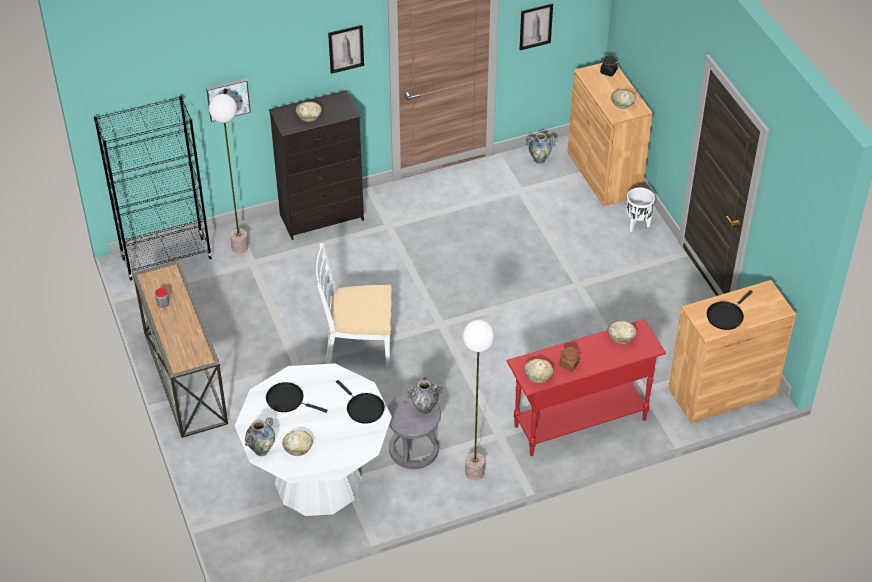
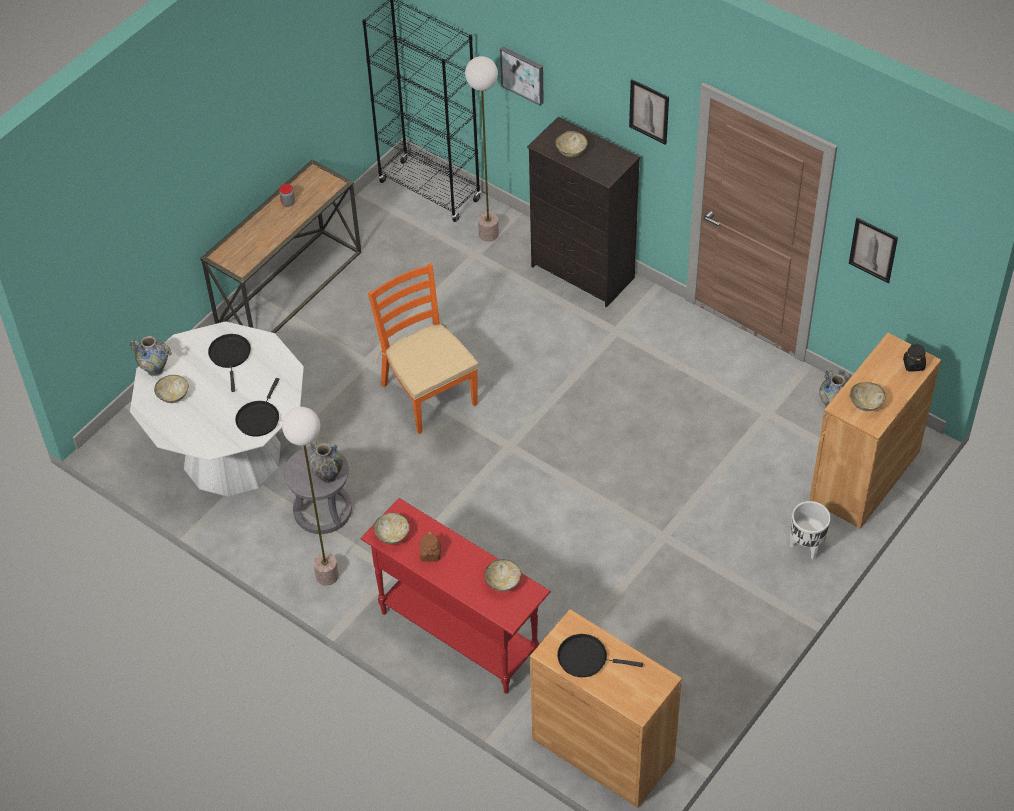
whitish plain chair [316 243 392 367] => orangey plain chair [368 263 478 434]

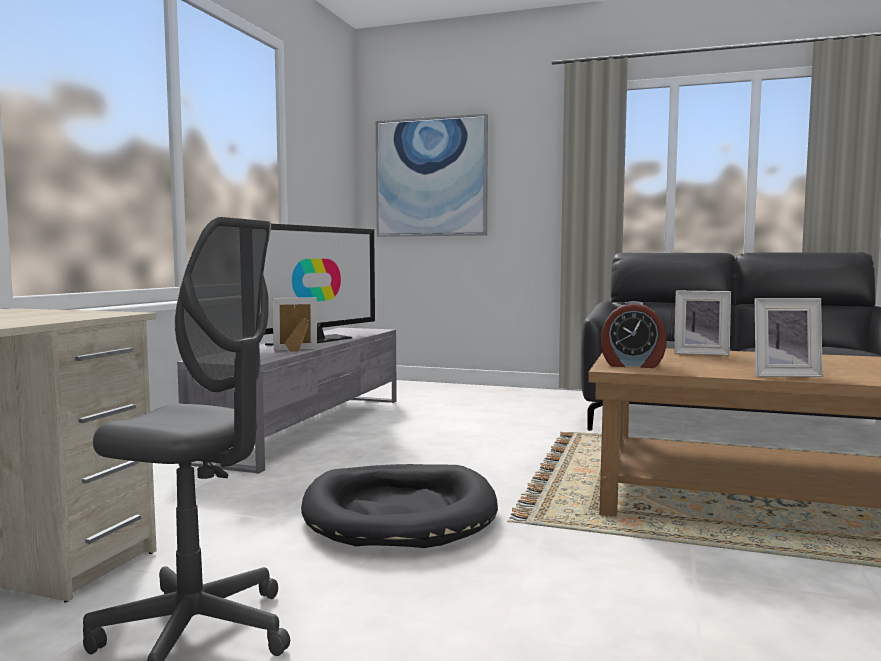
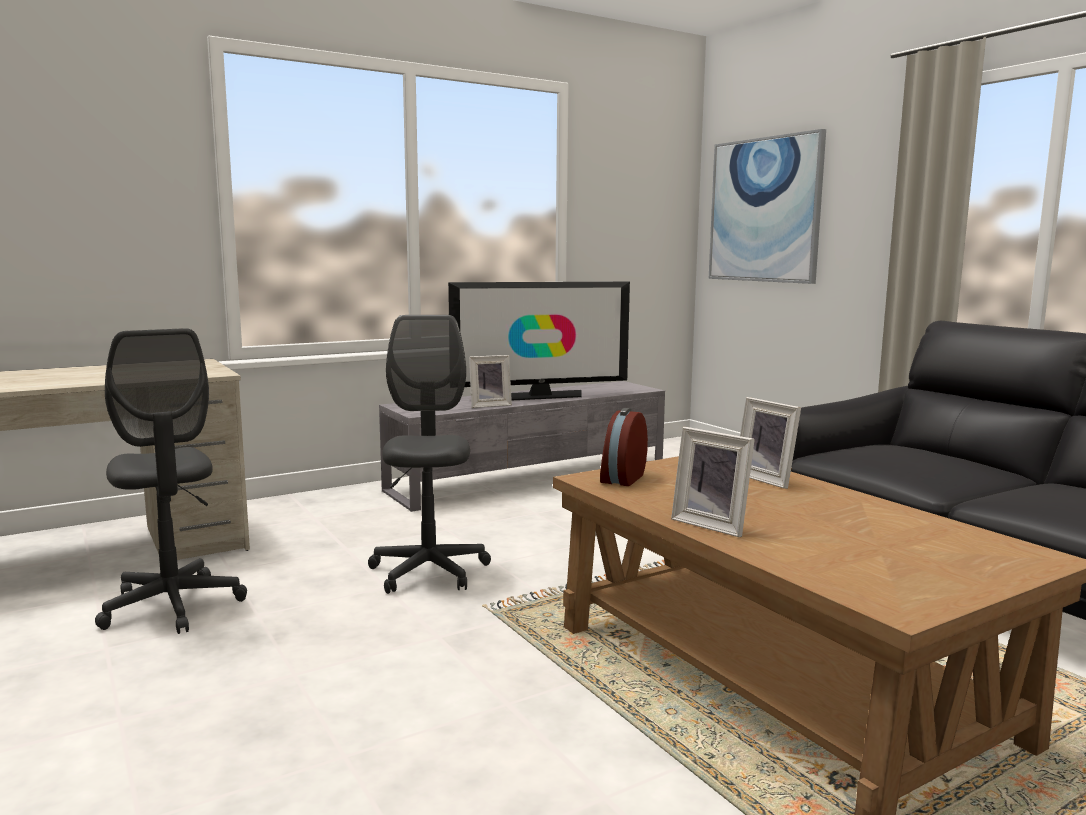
picture frame [273 297 317 352] => picture frame [469 355 512 408], 135 degrees clockwise
black pet bed [301 464 498 548] => grey desk chair [368 315 491 594]
table clock [601 301 666 368] => table clock [600 408 648 486], 60 degrees clockwise

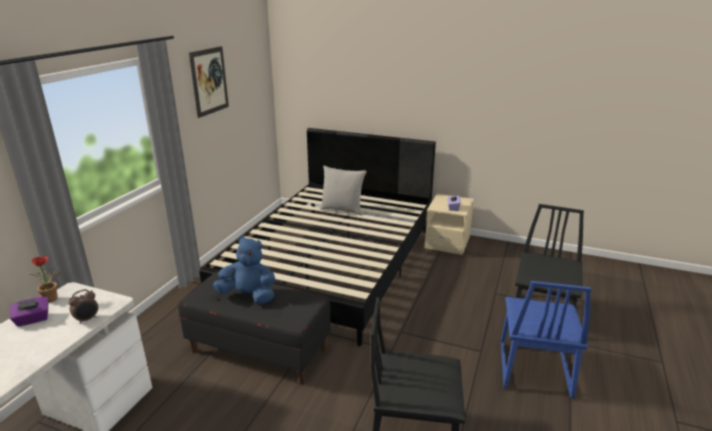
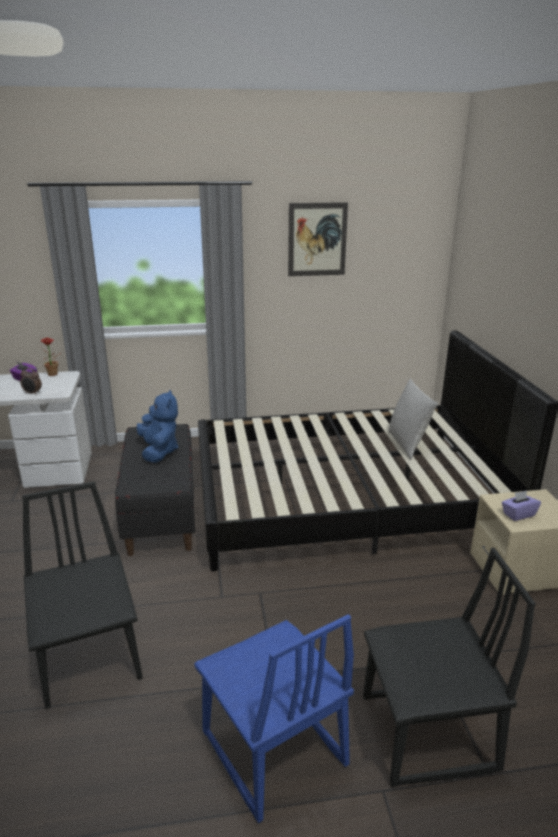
blue-coloured plain chair [500 281 591 399] => blue-coloured plain chair [194 614 354 823], 105 degrees counterclockwise

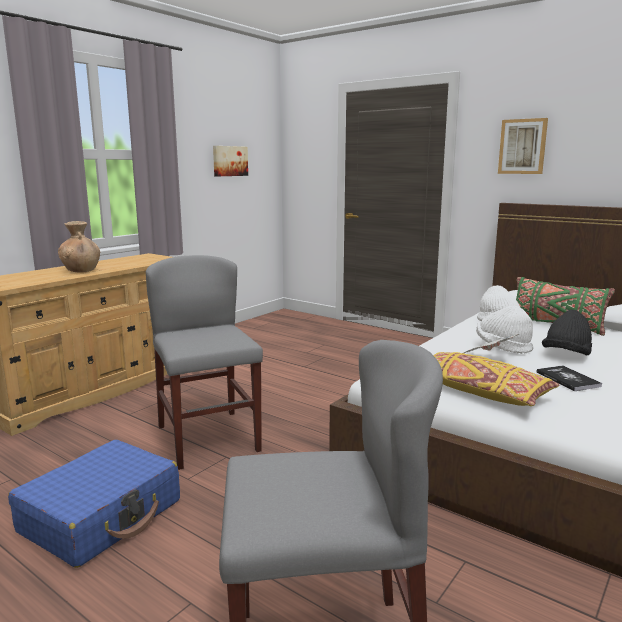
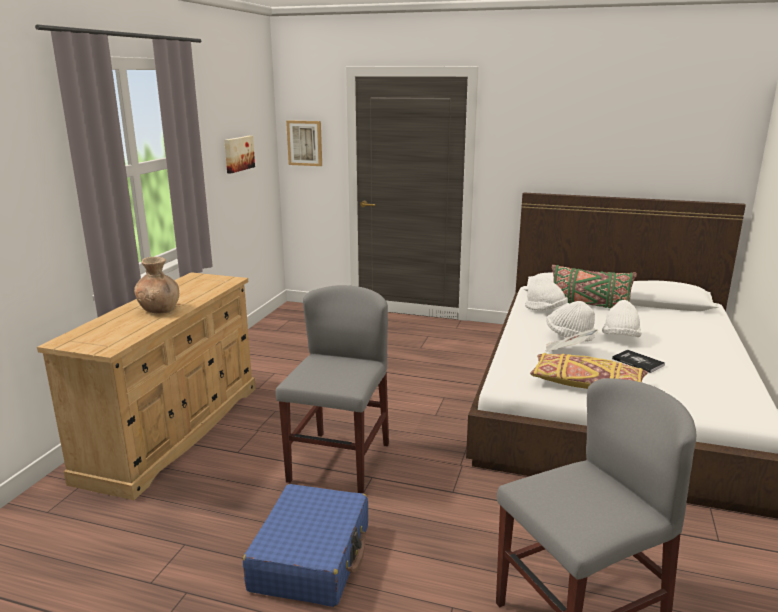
grey plain chair [146 255 263 470] => grey plain chair [275 285 389 493], 60 degrees clockwise
wall art [498 118 548 174] => wall art [286 120 322 166], relocated
black hat [542 310 592 355] => whitish hat [602 300 642 337]

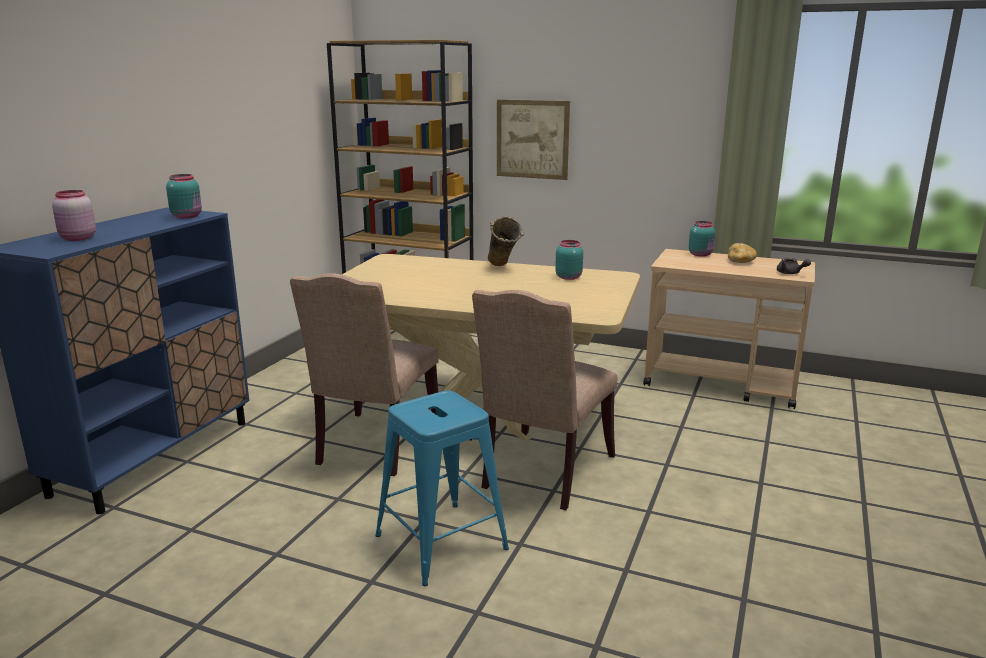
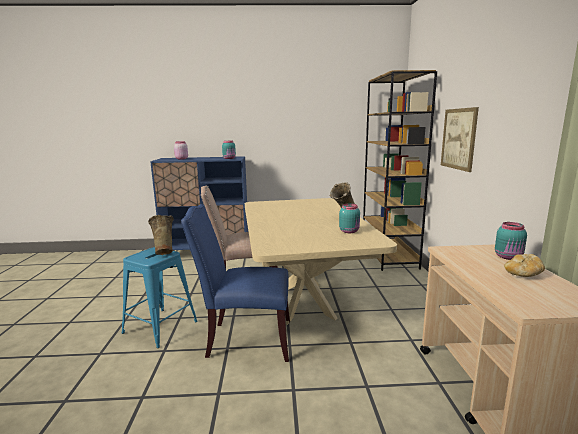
sand-coloured plain chair [472 290 617 510] => blue-coloured plain chair [181 204 290 362]
grey pot for tea [777 258 811 274] => nothing
nothing => sand-coloured flower vase [148 215 174 255]

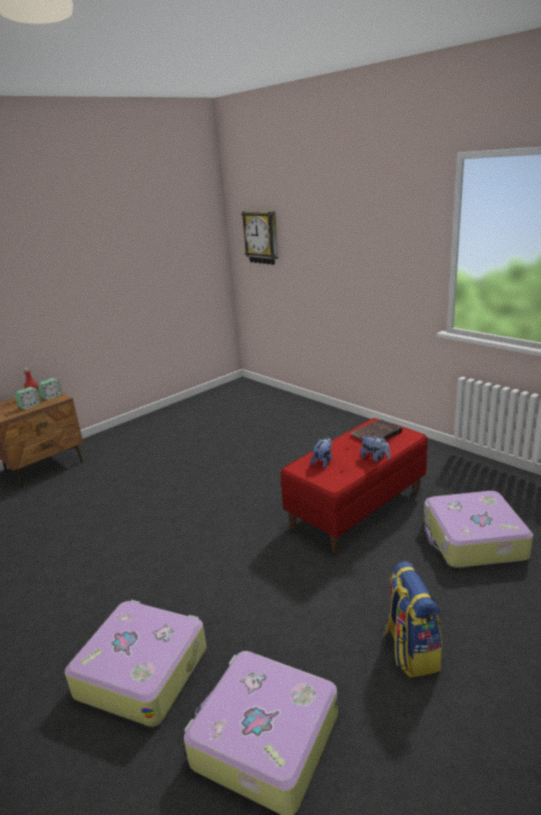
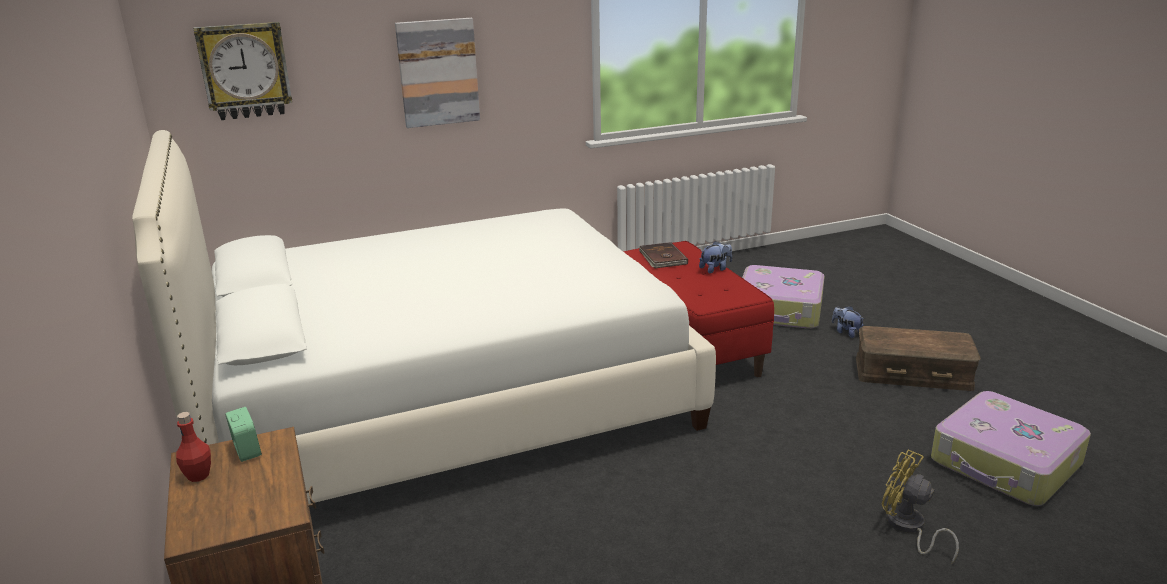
table clock [15 387 41 409] => nothing
piece of luggage [65 600 207 727] => yellow cooling fan [882 450 959 564]
plush toy [311 437 332 468] => plush toy [832 306 864 338], relocated
backpack [384 561 442 678] => brown storage container [856 326 981 391]
nothing => whitish sleeping bed [132 130 716 504]
nothing => wall art [395 18 480 128]

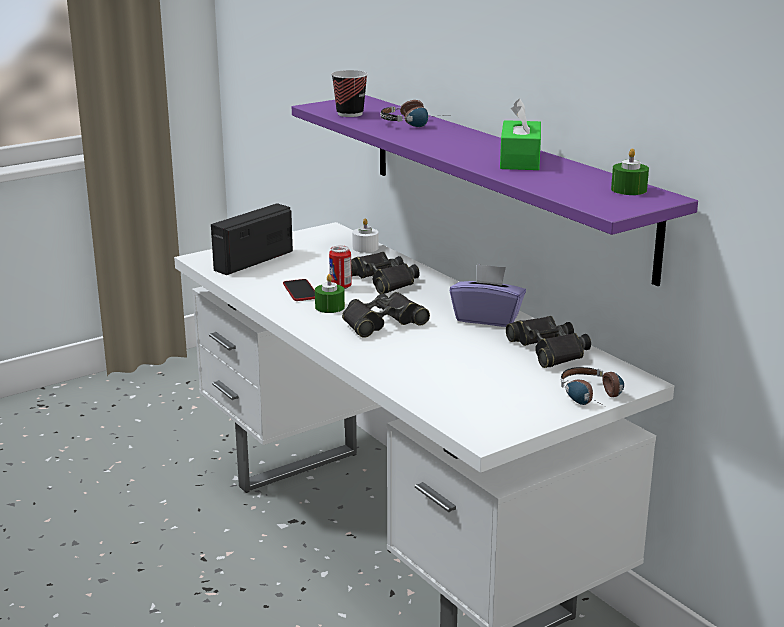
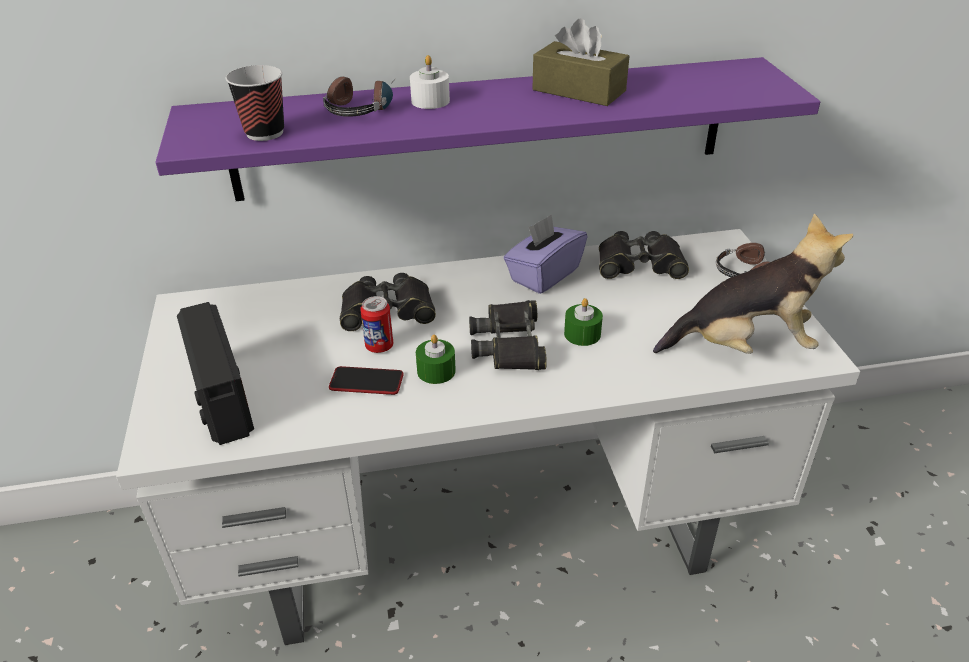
whitish candle [352 218 378 253] => whitish candle [410 55 450 109], relocated
green-coloured tissue holder [500 99 541 170] => brown tissue holder [532 18 629 106]
green-coloured candle [611 148 649 195] => green-coloured candle [564 298 603 346], relocated
nothing => plush toy [653 213 853 354]

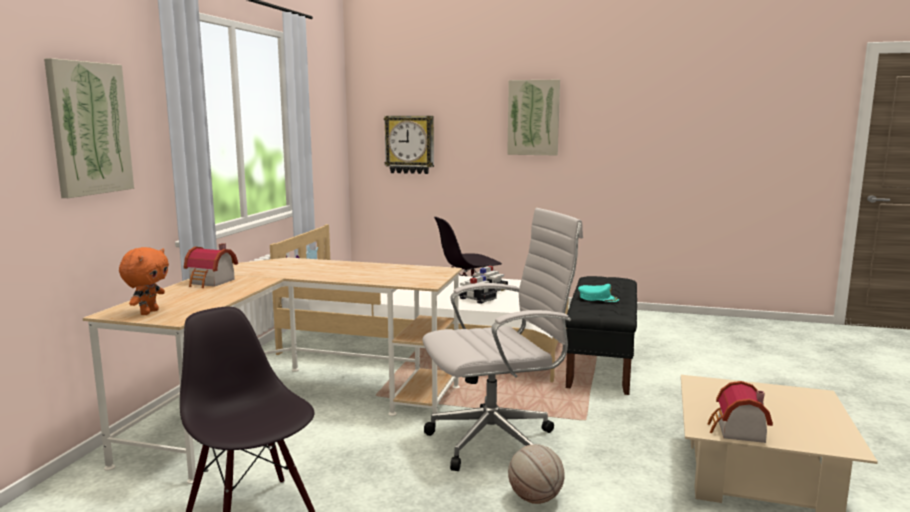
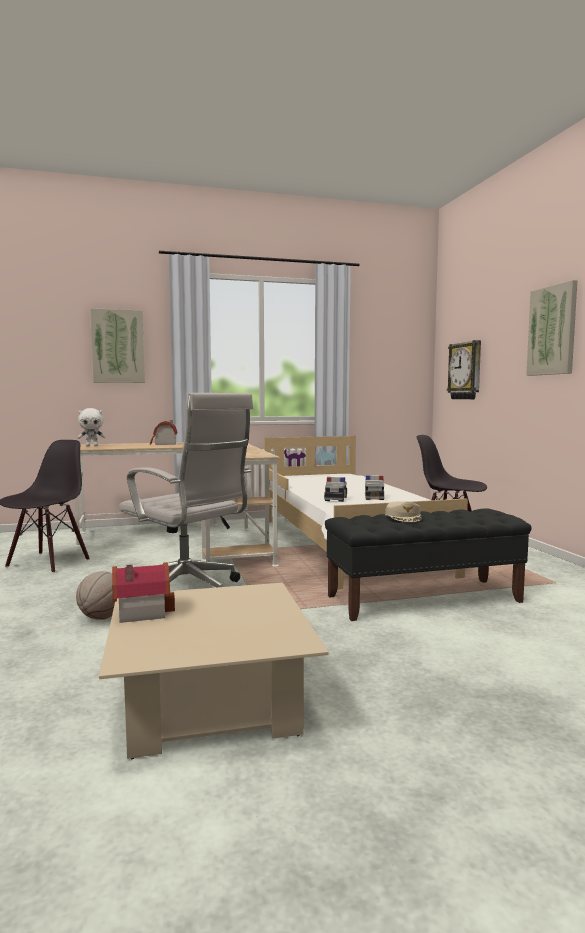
orangey plush toy [119 247 169 315] => whitish plush toy [77 408 106 447]
turquoise-coloured baseball cap [578 284 619 302] => sand-coloured baseball cap [385 501 422 522]

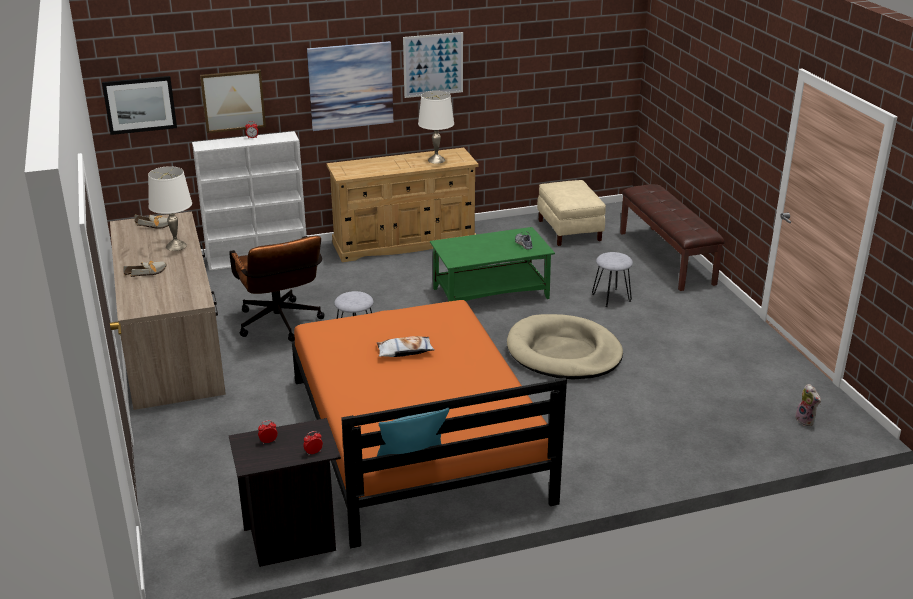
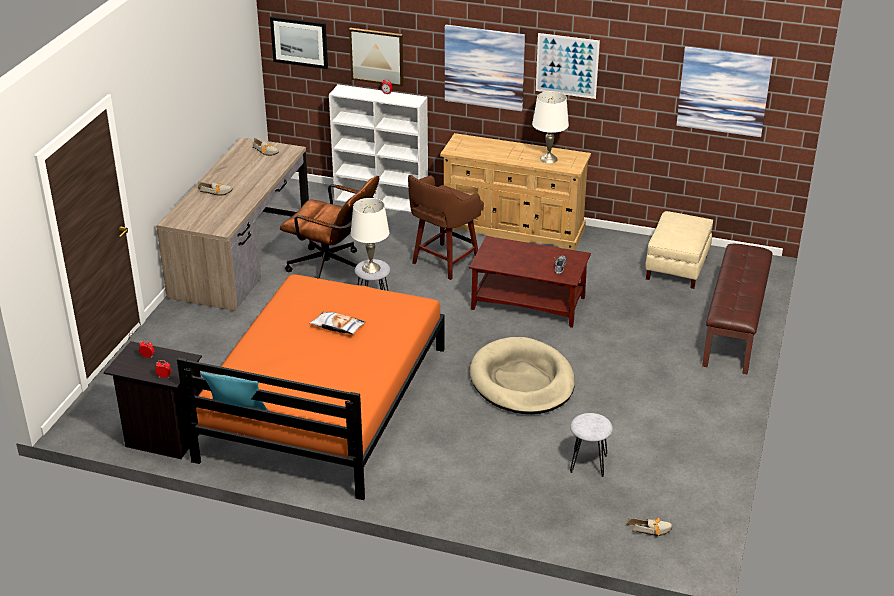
whitish table lamp [148 166 192 251] => whitish table lamp [350 198 389 273], relocated
brown desk chair [229 236 325 342] => brown desk chair [280 176 379 279], 75 degrees counterclockwise
green-coloured lounge table [430 227 555 302] => brown lounge table [469 236 591 328]
grey stool seat [592 252 633 307] => grey stool seat [570 413 613 477], relocated
plush toy [795 384 821 426] => shoe [627 518 673 536]
nothing => brown stool seat [408 175 484 280]
nothing => wall art [676 46 773 137]

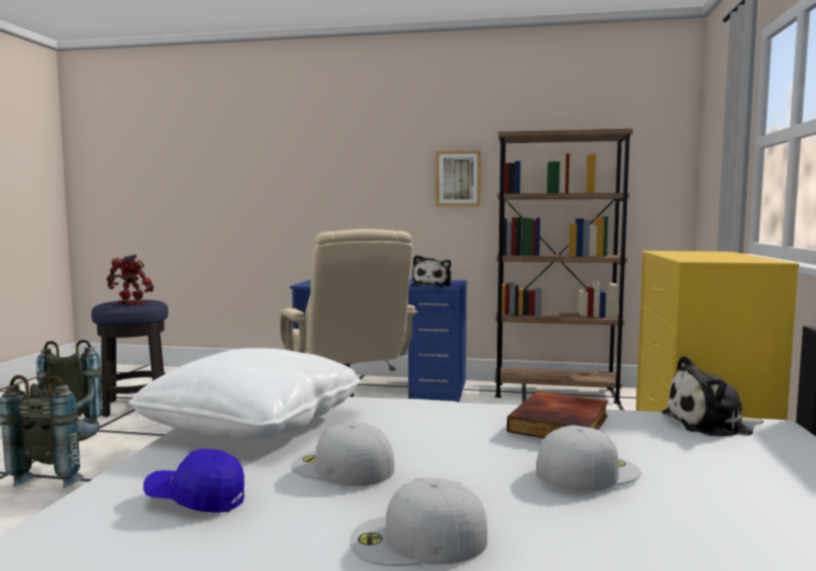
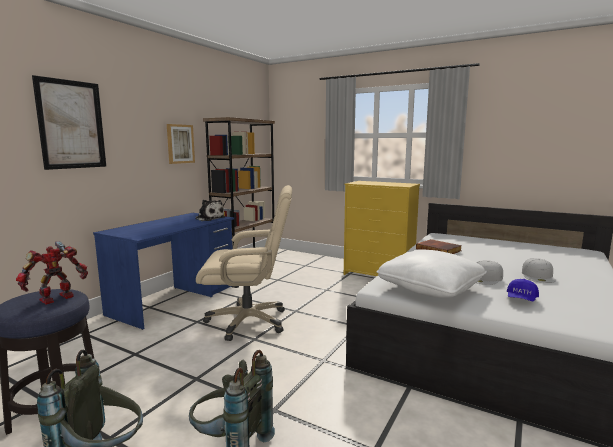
whitish baseball cap [536 425 641 492] => nothing
plush toy [662 356 764 437] => nothing
nothing => wall art [32 75 106 170]

